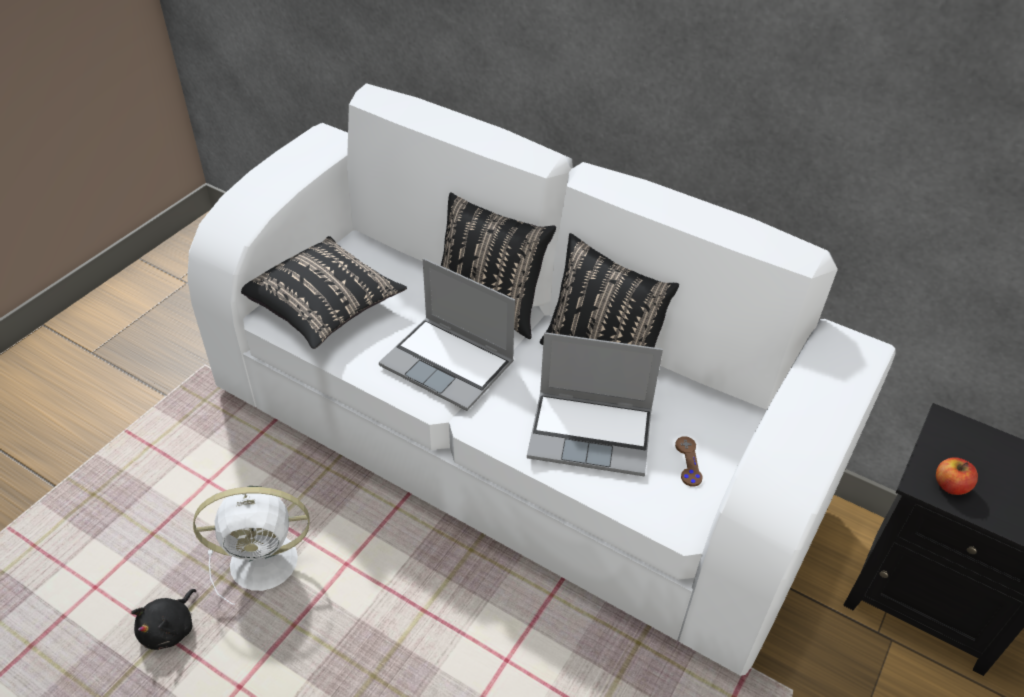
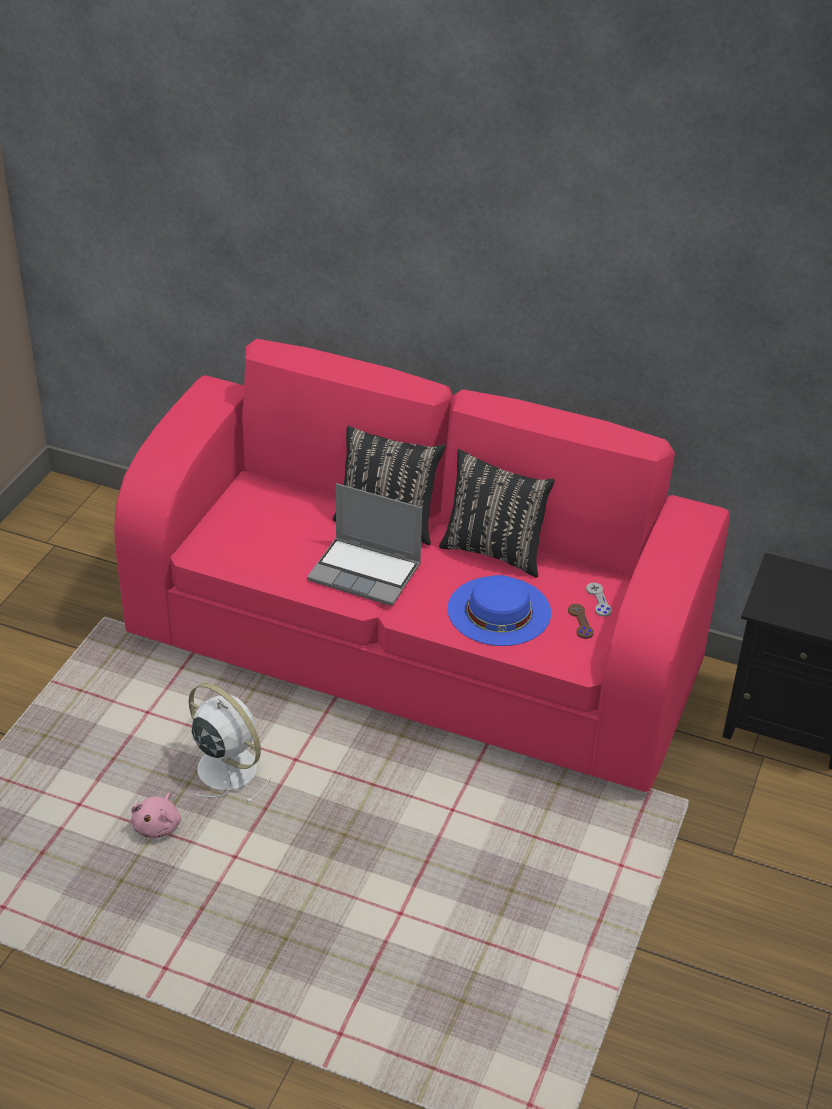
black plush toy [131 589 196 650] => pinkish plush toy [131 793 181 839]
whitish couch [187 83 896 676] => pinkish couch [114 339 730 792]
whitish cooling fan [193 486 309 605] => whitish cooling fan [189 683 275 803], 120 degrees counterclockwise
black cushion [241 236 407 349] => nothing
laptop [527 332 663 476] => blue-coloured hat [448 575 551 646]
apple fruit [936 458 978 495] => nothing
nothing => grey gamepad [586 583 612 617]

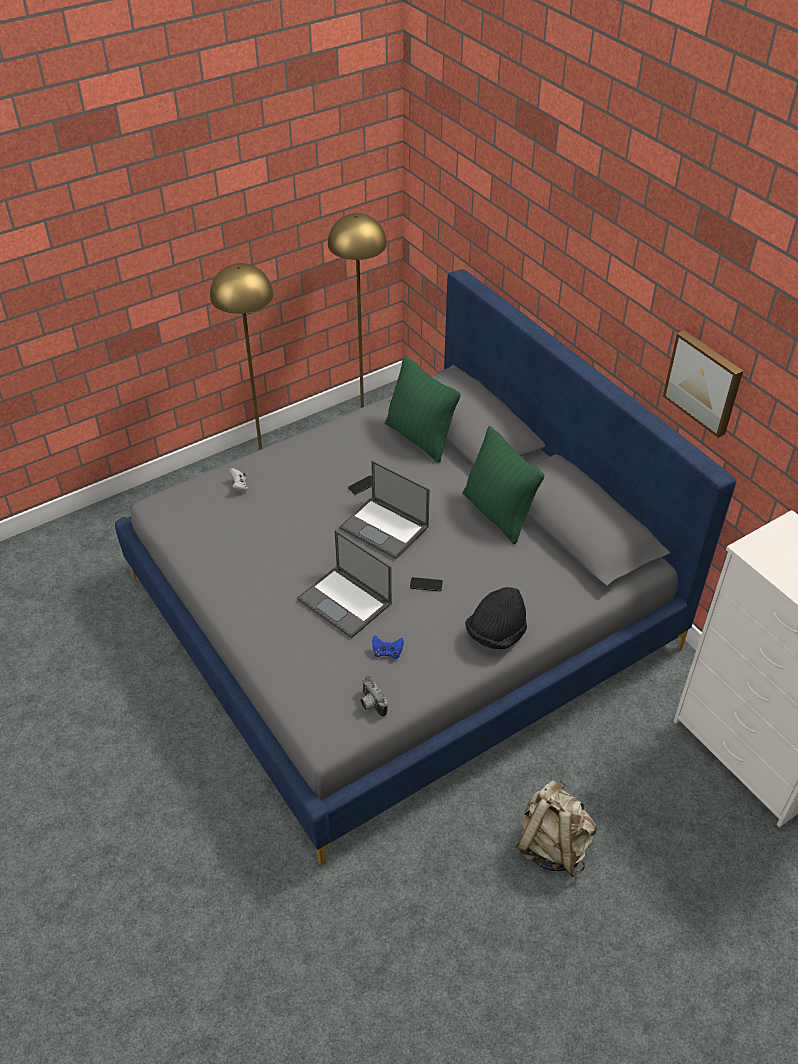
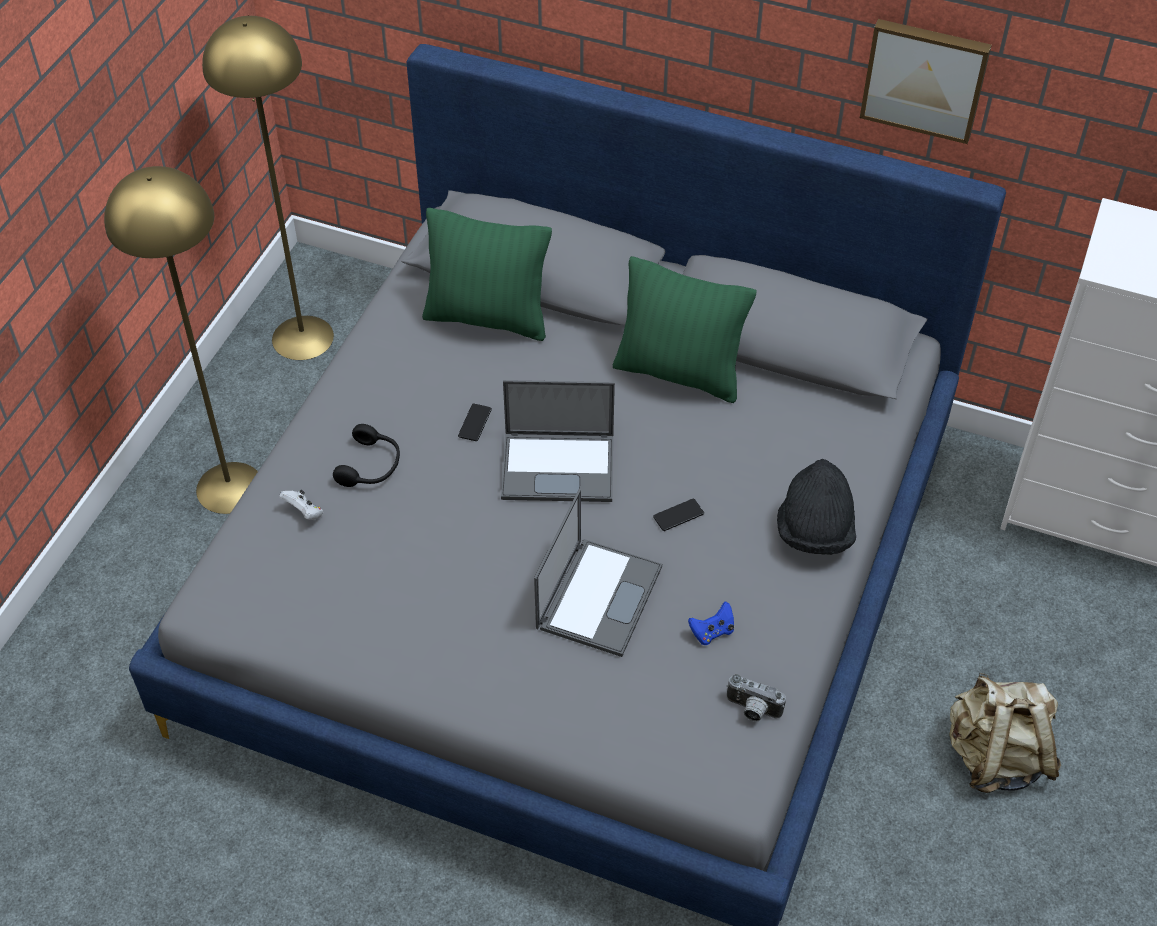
laptop [297 530 392 638] => laptop [534 489 662 657], 75 degrees counterclockwise
nothing => black pair of headphones [333 424 400 487]

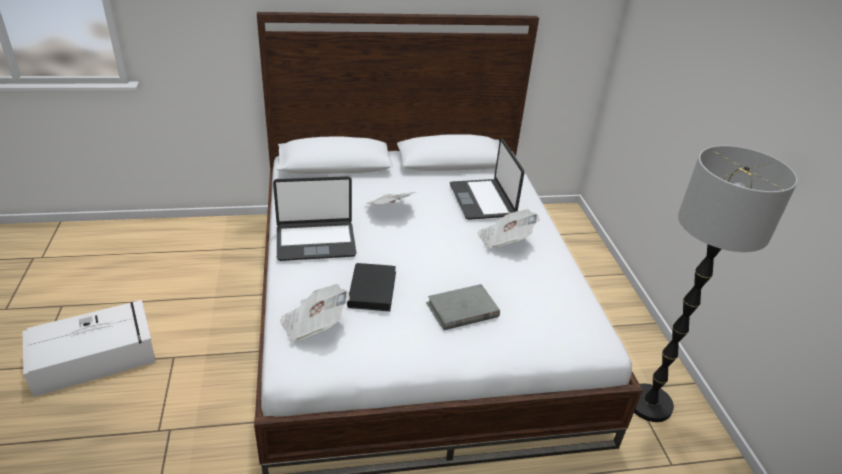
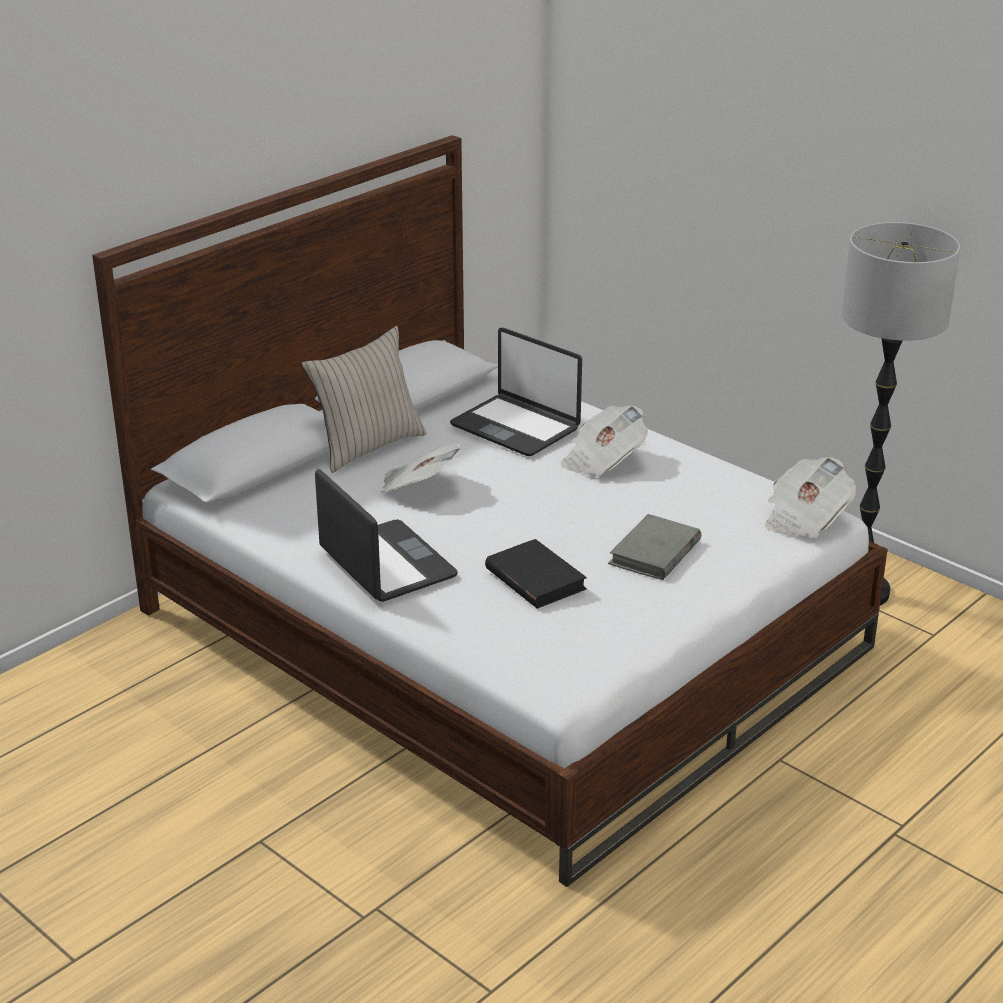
whitish storage container [23 300 156 397] => nothing
laptop [273 176 357 261] => laptop [315 469 458 602], 75 degrees counterclockwise
printed paper [280 284 350 342] => printed paper [765 457 856 538], relocated
nothing => sand-coloured cushion [301 326 427 473]

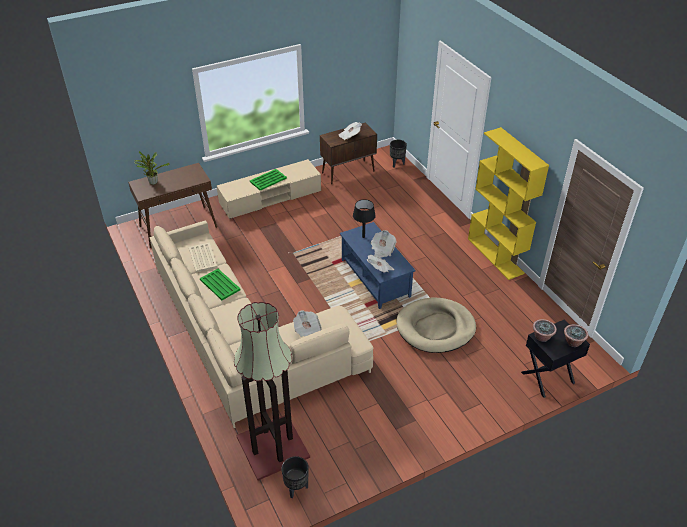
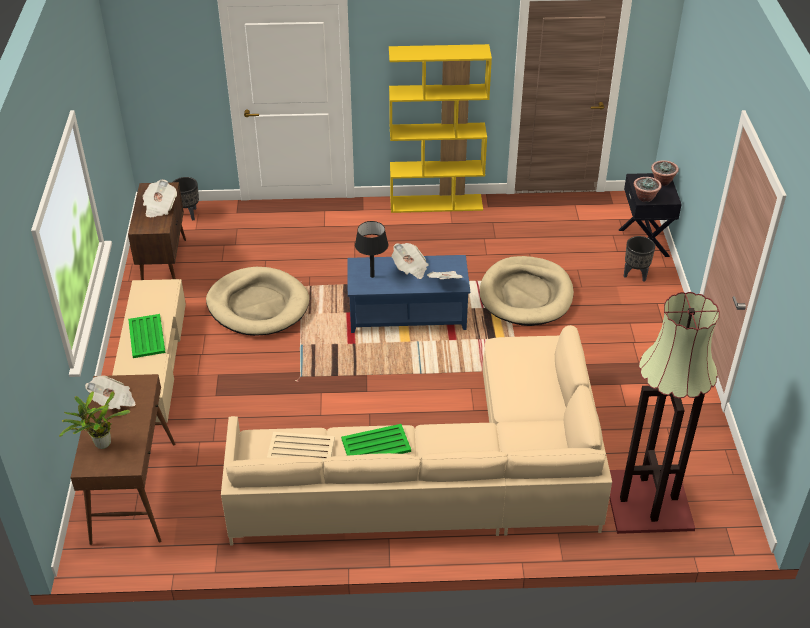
black flower pot [281 456 309 498] => black flower pot [624 236 655 282], relocated
printed paper [293 310 322 337] => printed paper [85 376 136 409], relocated
nothing => sand-coloured pet bed [206 267 309 336]

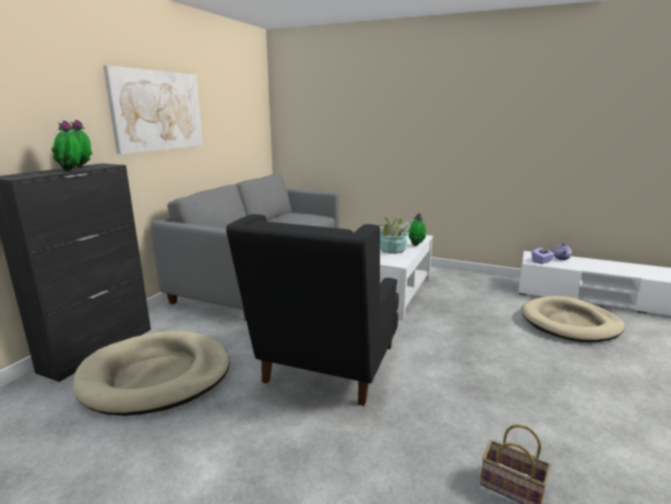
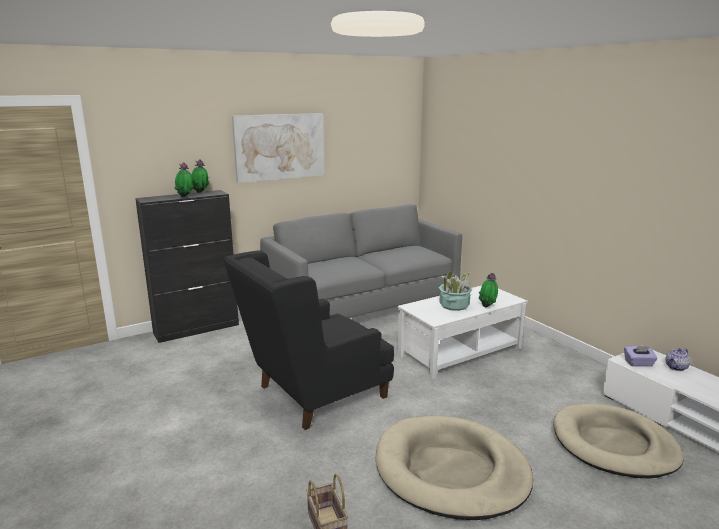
sand-coloured pet bed [73 331 230 416] => sand-coloured pet bed [376 416 533 520], relocated

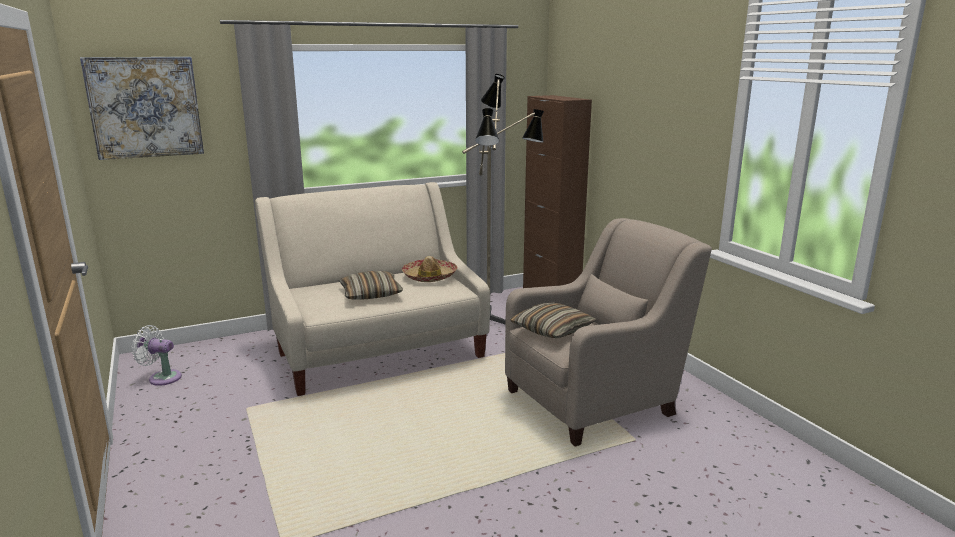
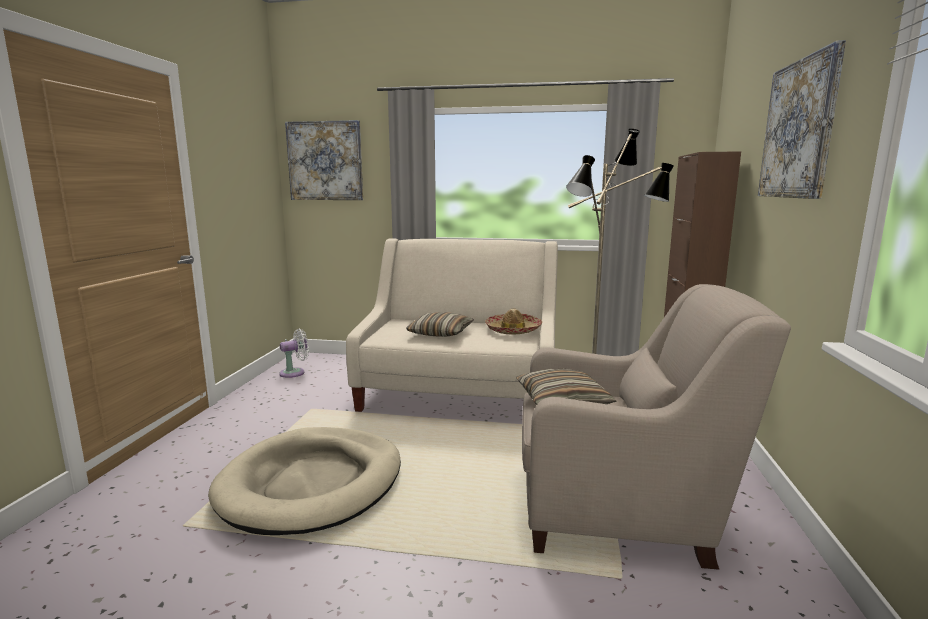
whitish cooling fan [131 325 182 386] => whitish cooling fan [279 329 309 378], 105 degrees clockwise
nothing => sand-coloured pet bed [208 427 401 535]
nothing => wall art [758 40 846 199]

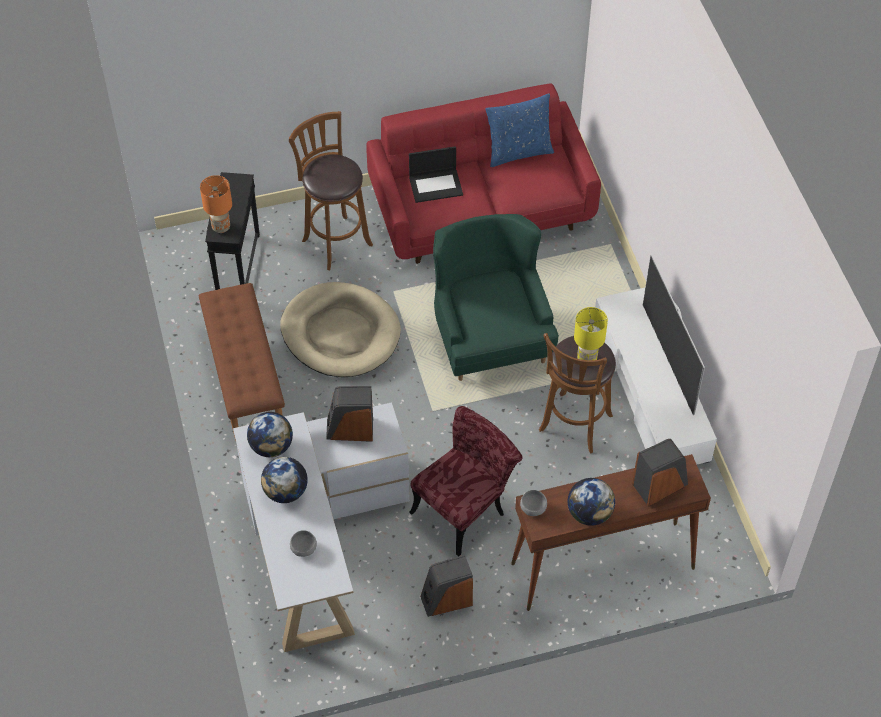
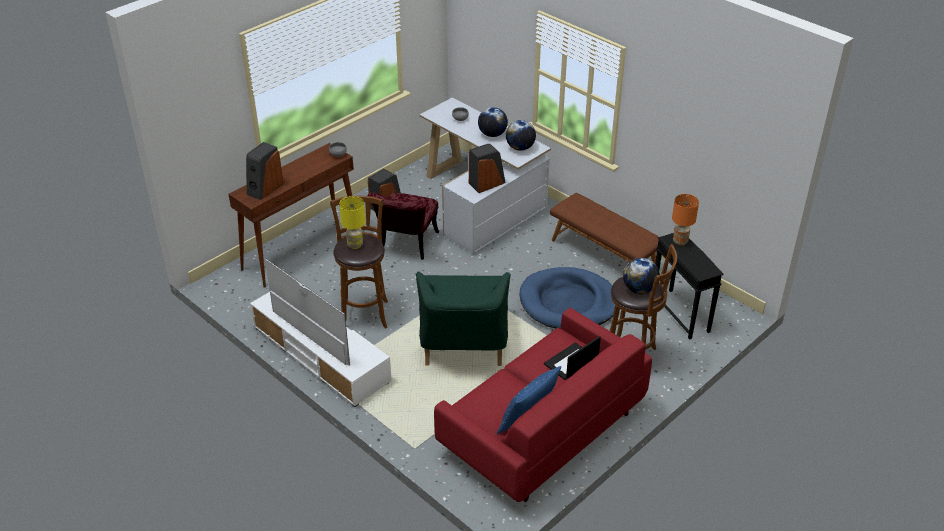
sand-coloured pet bed [280 282 401 377] => blue-coloured pet bed [520 267 616 329]
green-coloured armchair [433 214 559 381] => green-coloured armchair [416 271 511 366], 45 degrees clockwise
world globe [568 478 615 526] => world globe [623 258 660 294], relocated

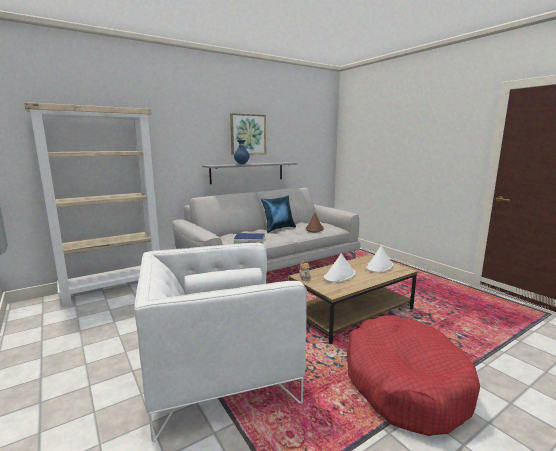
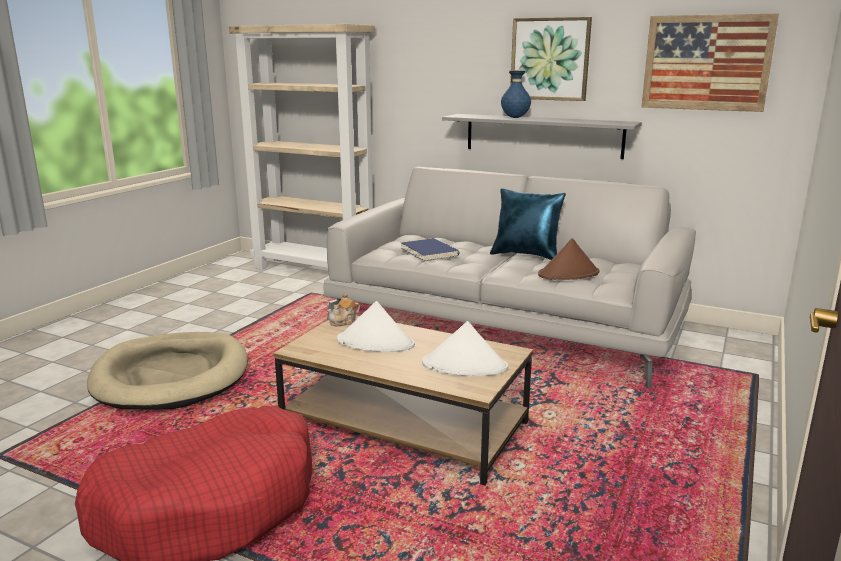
whitish armchair [134 243 307 442] => sand-coloured pet bed [87 332 248 409]
nothing => wall art [641 14 779 112]

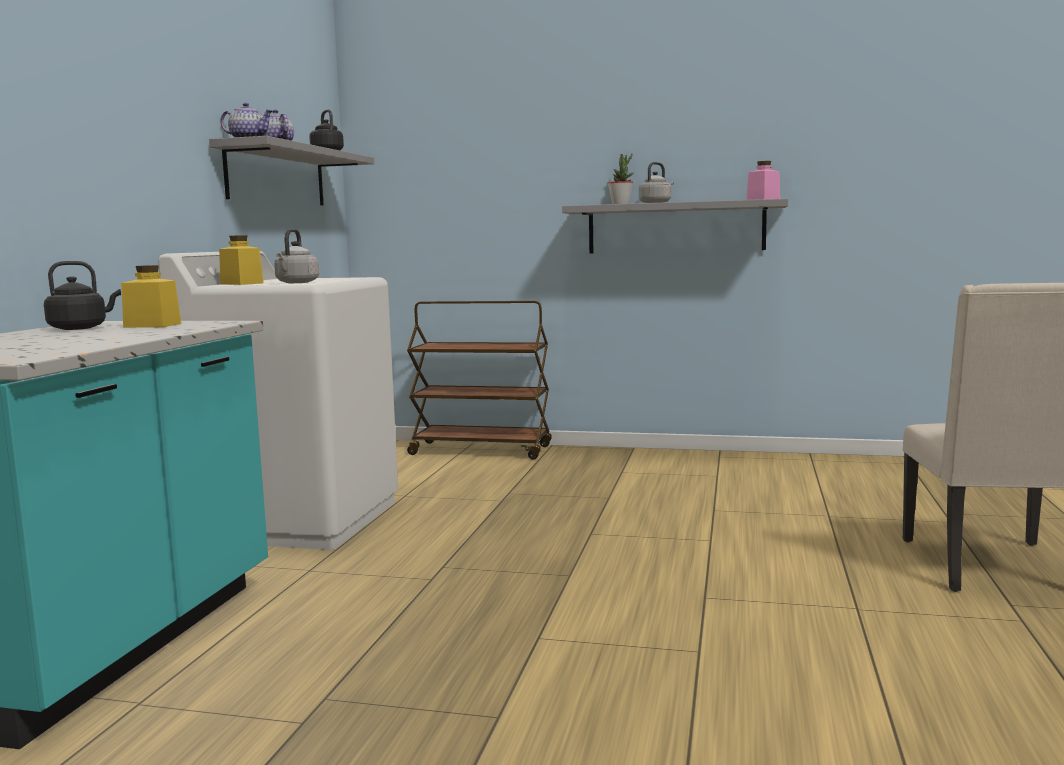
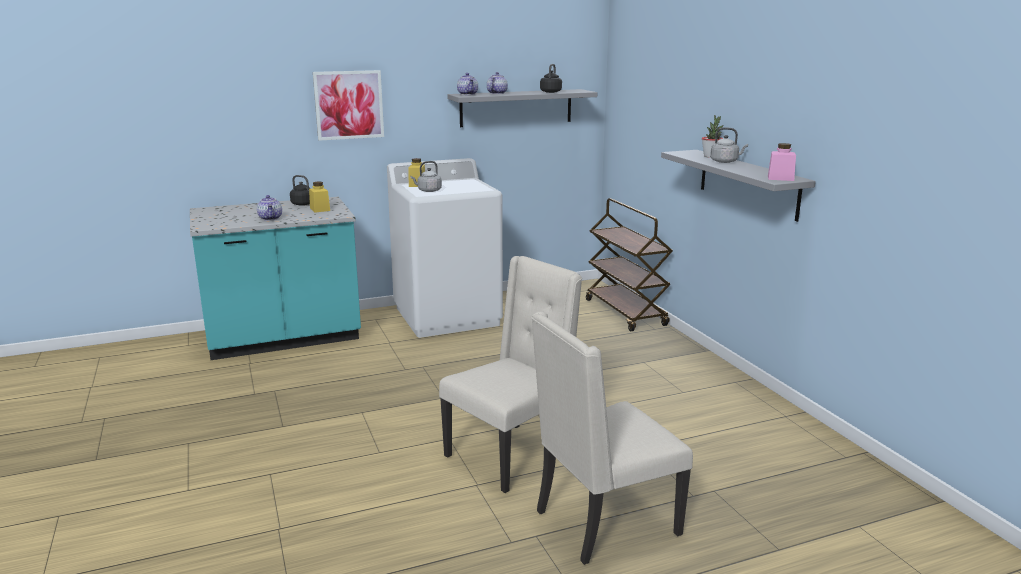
nothing => pot for tea [257 195 282 221]
nothing => wall art [313 70 384 141]
nothing => sand-coloured plain chair [439 256 582 493]

